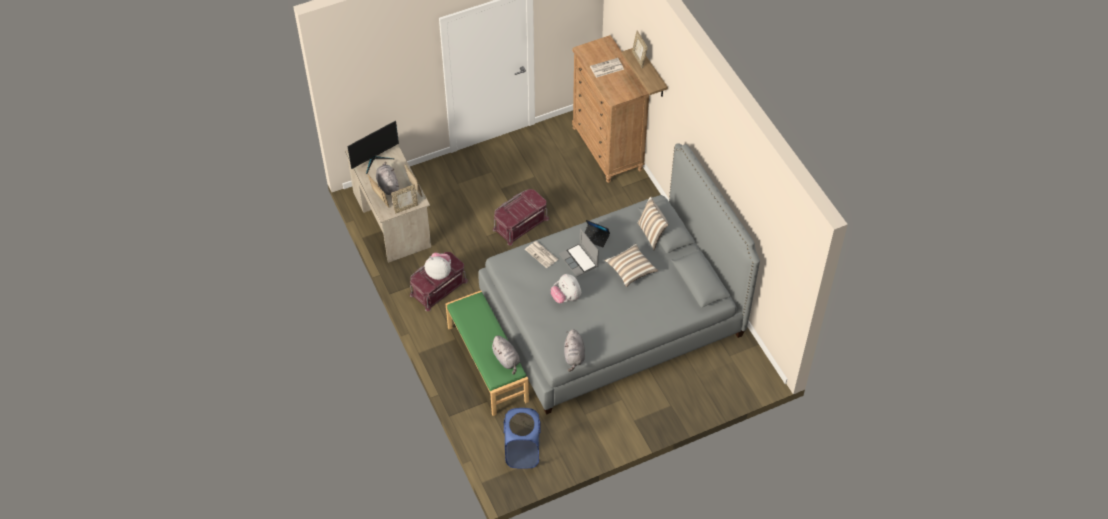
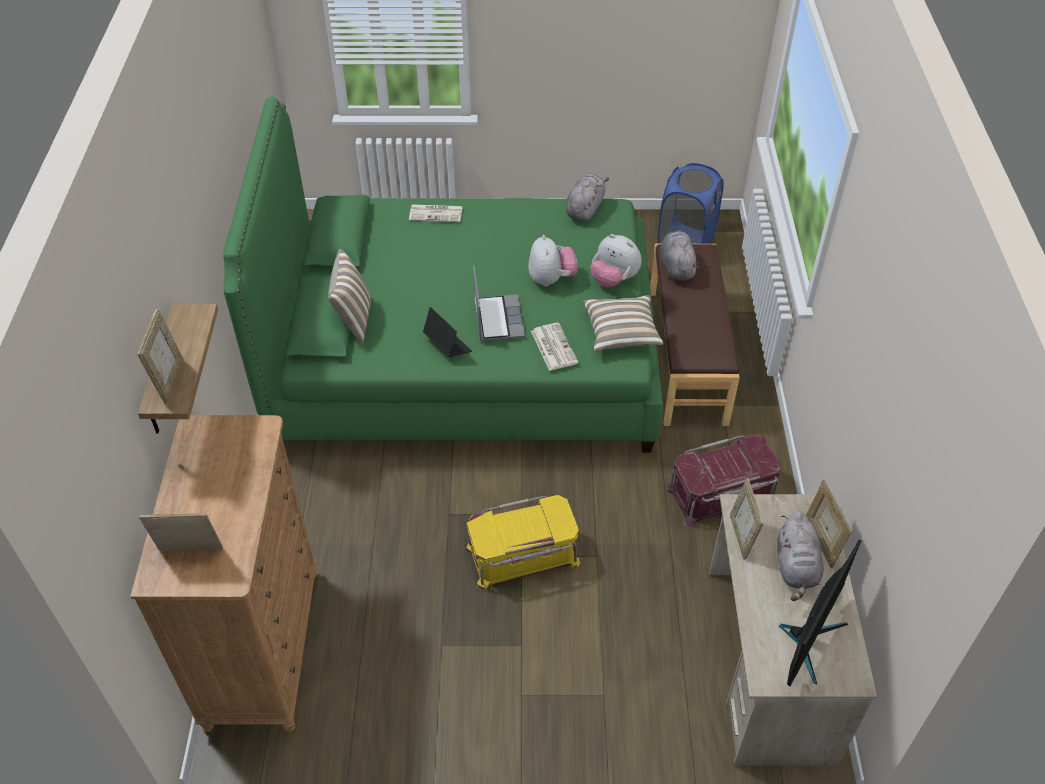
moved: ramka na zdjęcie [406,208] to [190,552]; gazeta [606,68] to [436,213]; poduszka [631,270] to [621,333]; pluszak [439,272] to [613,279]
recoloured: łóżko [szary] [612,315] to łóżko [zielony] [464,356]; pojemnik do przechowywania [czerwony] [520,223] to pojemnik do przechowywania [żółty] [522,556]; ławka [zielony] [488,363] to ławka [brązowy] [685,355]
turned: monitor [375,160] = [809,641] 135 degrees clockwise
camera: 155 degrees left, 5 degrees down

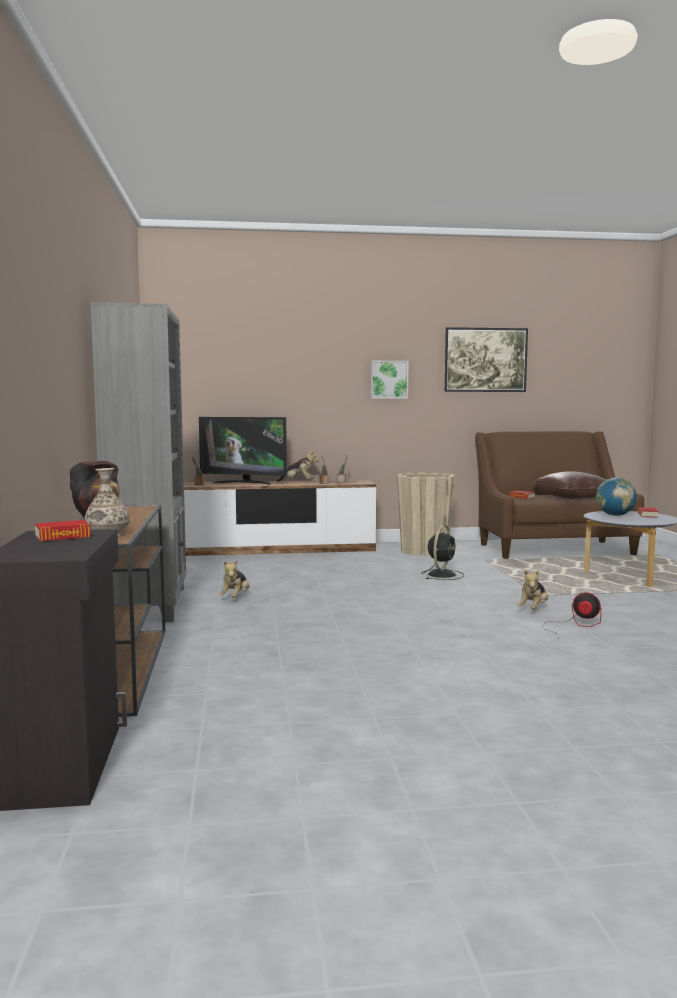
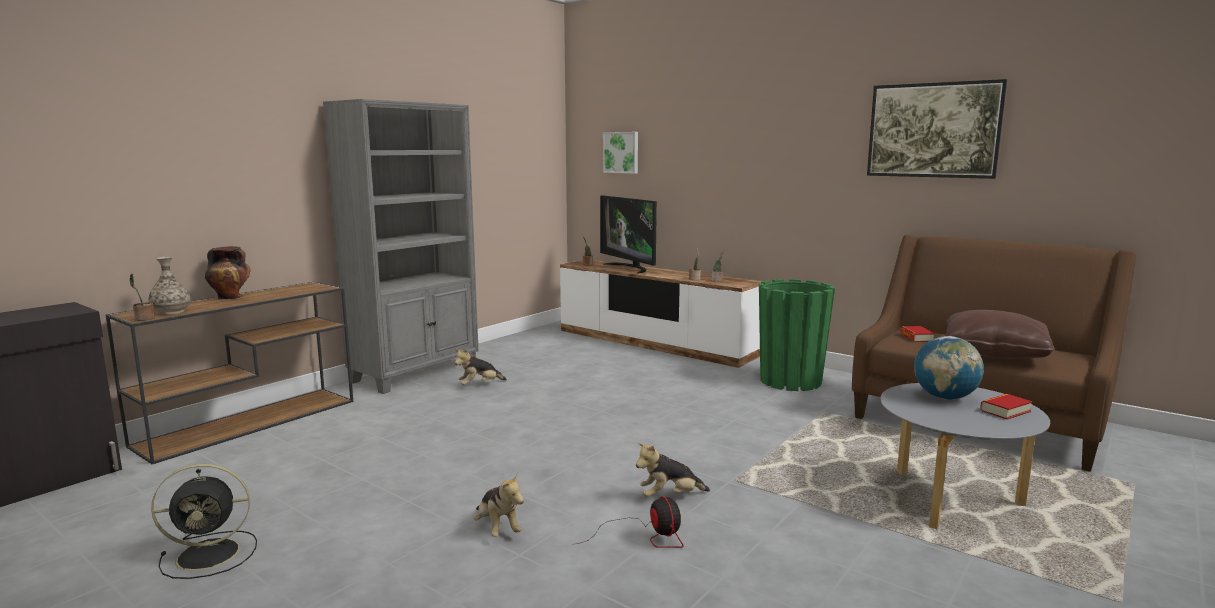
removed: książka [63,536]
added: roślina doniczkowa [144,319]
moved: wentylator [czarny] [442,575] to [211,554]; pluszak [298,482] to [497,528]; obraz [389,379] to [621,152]
recoloured: donica [beżowy] [424,551] to donica [zielony] [790,381]
camera: 45 degrees right, 5 degrees up

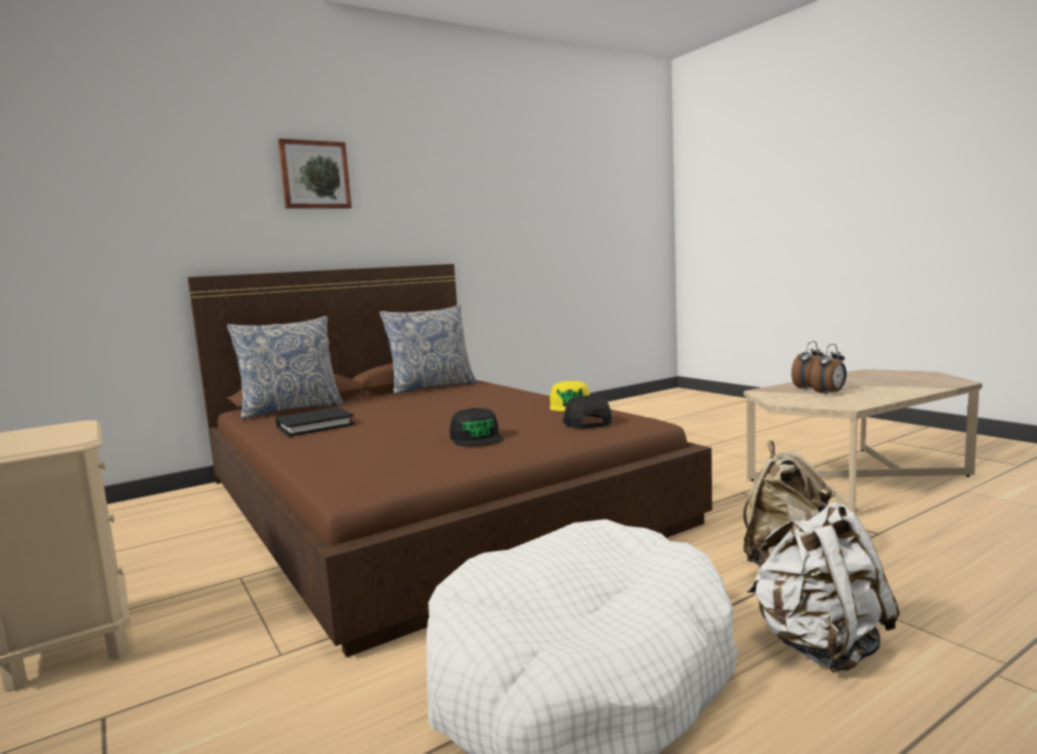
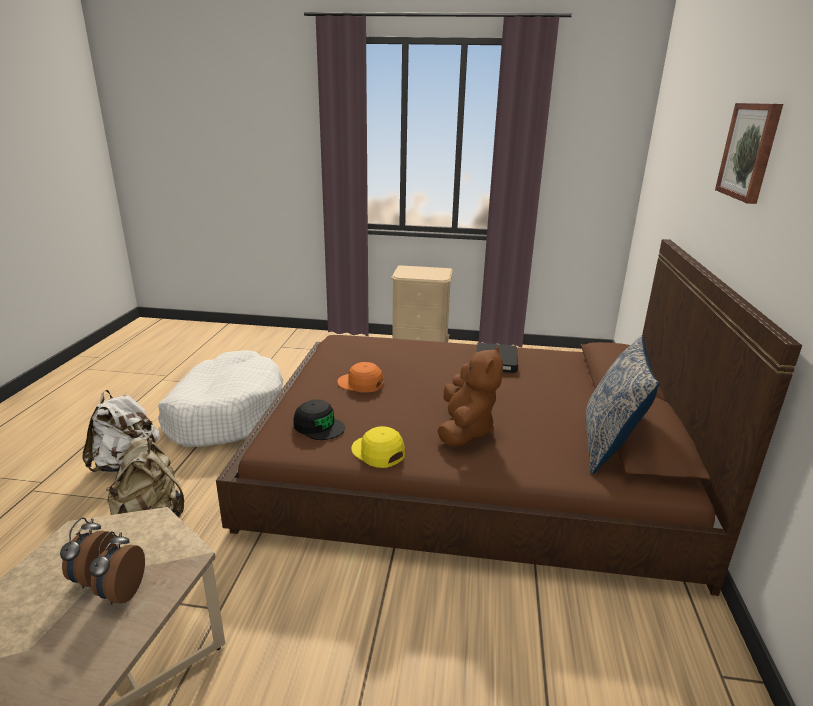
removed: poduszka [291,409]
added: pluszak [brązowy] [465,430]
recoloured: czapka z daszkiem [czarny] [477,438] to czapka z daszkiem [pomarańczowy] [361,383]
camera: 130 degrees right, 15 degrees up

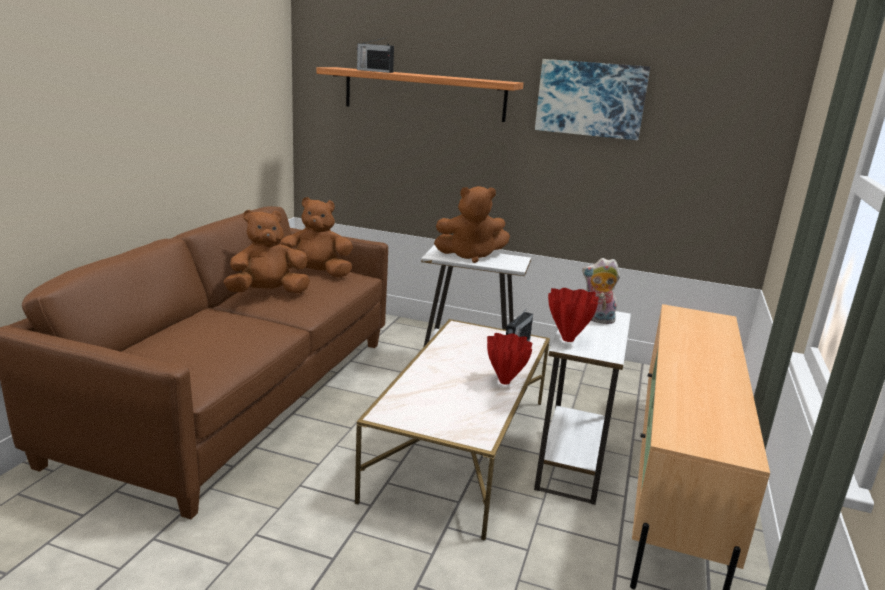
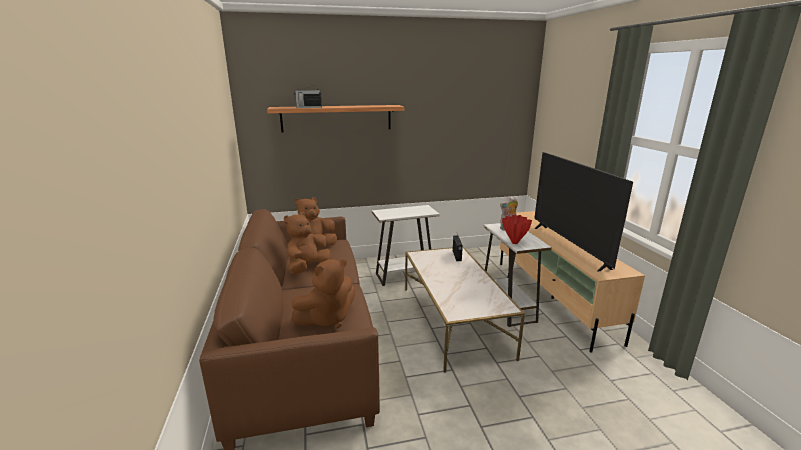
removed: wazon [czerwony] [505,381]; obraz [590,99]
added: telewizor [569,246]
moved: pluszak [brązowy] [470,256] to [327,319]
camera: 30 degrees left, 0 degrees up

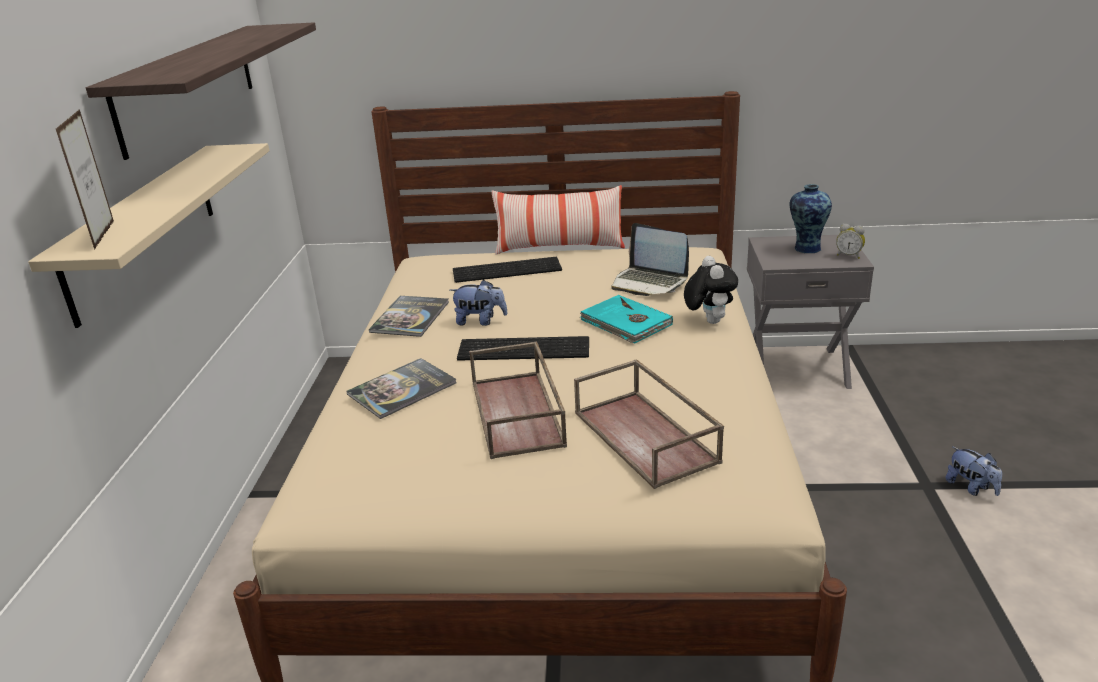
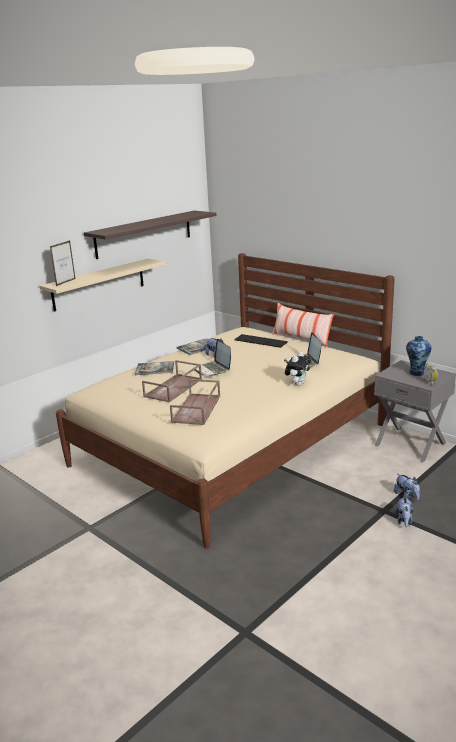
removed: książka [turkusowy] [625,323]
added: pluszak [406,496]
replaced: klawiatura [525,348] to laptop [213,370]
camera: 40 degrees right, 5 degrees down

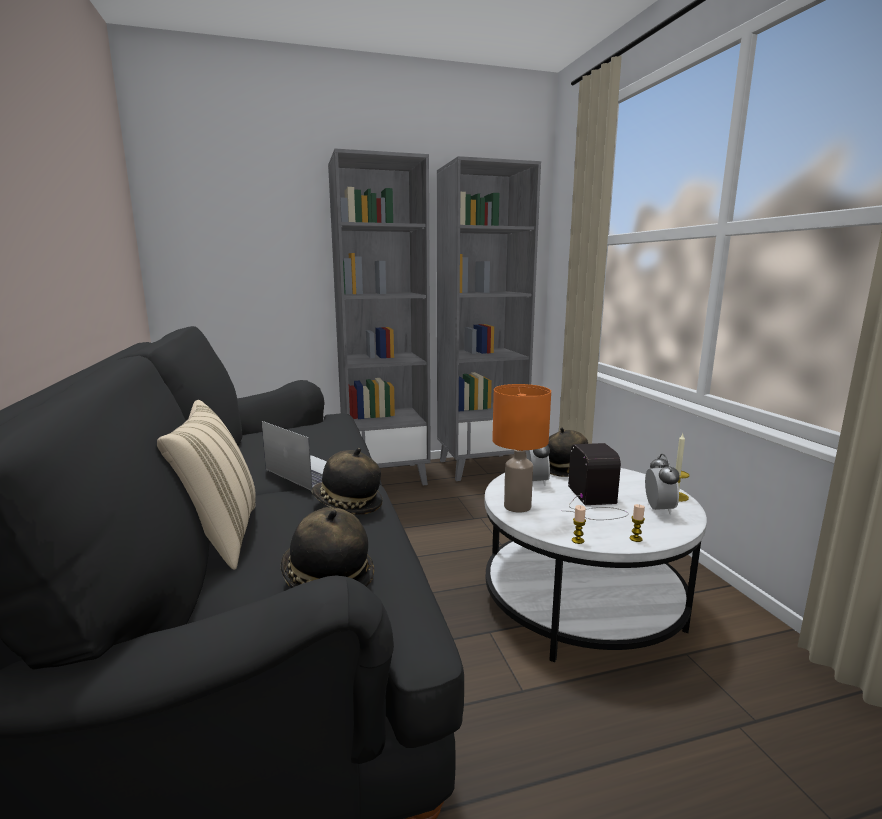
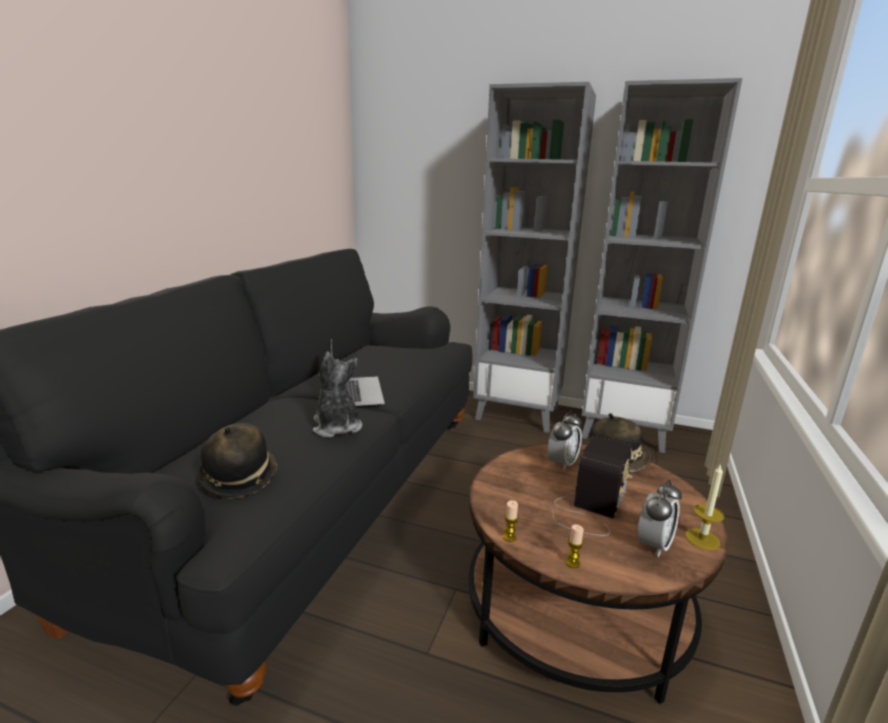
removed: poduszka [beżowy] [218,537]; lampa stołowa [pomarańczowy] [516,506]
replaced: kapelusz [347,505] to pluszak [337,427]
recoloured: ława [biały] [581,600] to ława [brązowy] [575,606]
camera: 35 degrees right, 5 degrees up

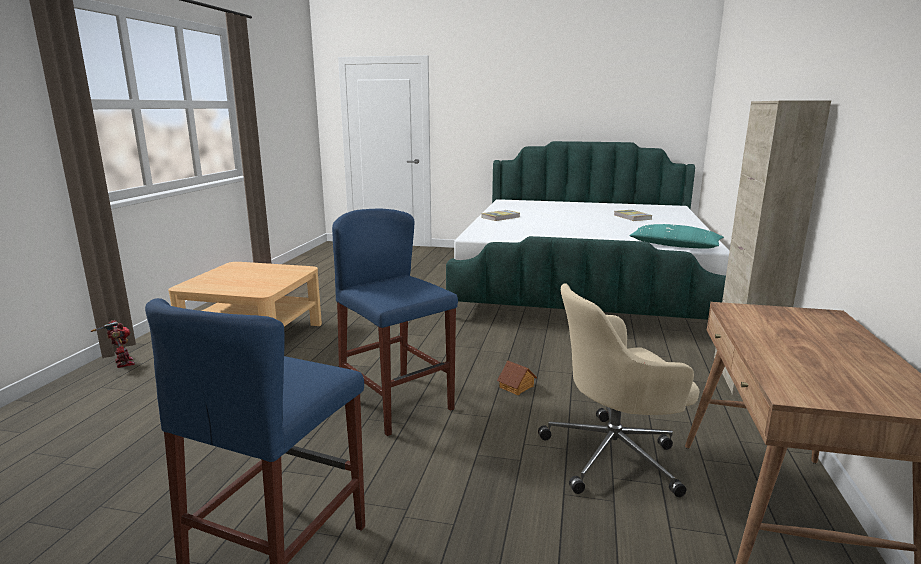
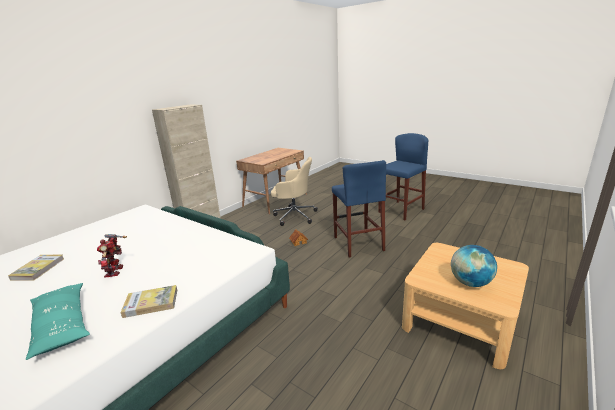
added: globus [470,283]
moved: poduszka [turkusowy] [674,246] to [62,325]; robot zabawkowy [122,363] to [116,271]
camera: 155 degrees left, 5 degrees up

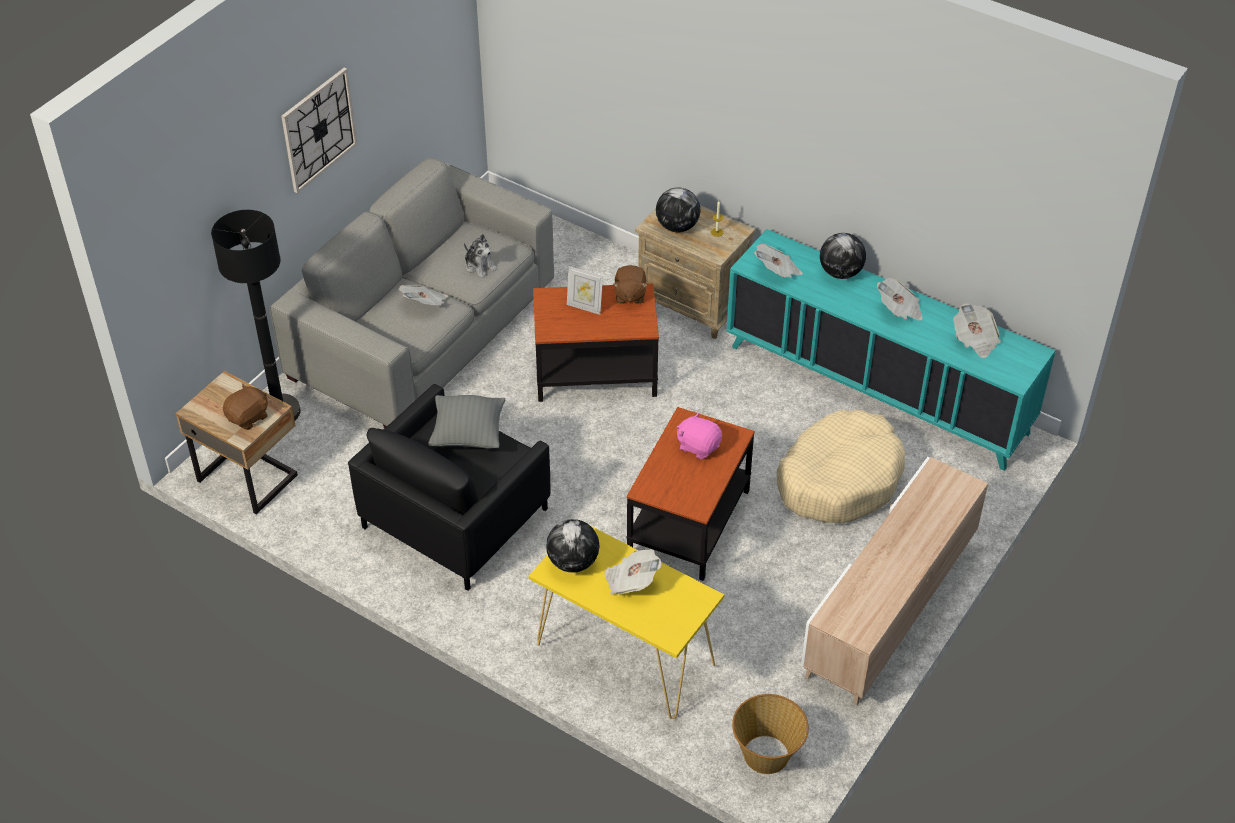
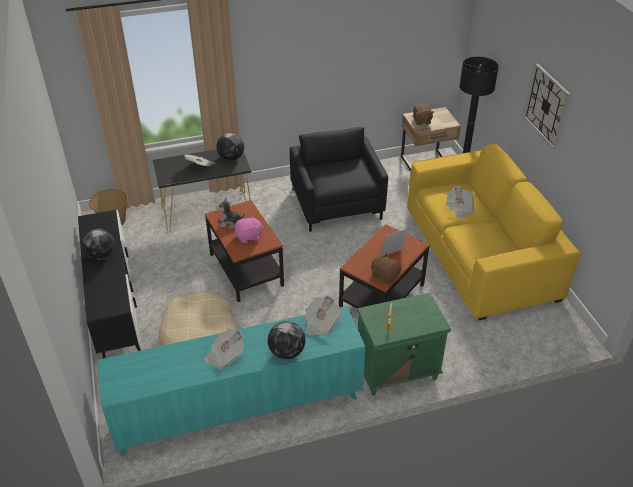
removed: poduszka [szary] [468,435]; gazeta [975,340]
moved: globus [677,226] to [101,255]; pluszak [480,266] to [230,223]
recoloured: szafka pod telewizor [beżowy] [888,609] to szafka pod telewizor [czarny] [115,302]; stolik konsolowy [żółty] [624,653] to stolik konsolowy [czarny] [207,212]; szafka nocna [beżowy] [693,305] to szafka nocna [zielony] [396,371]; kanapa [szary] [423,328] to kanapa [żółty] [480,253]
camera: 130 degrees right, 5 degrees down

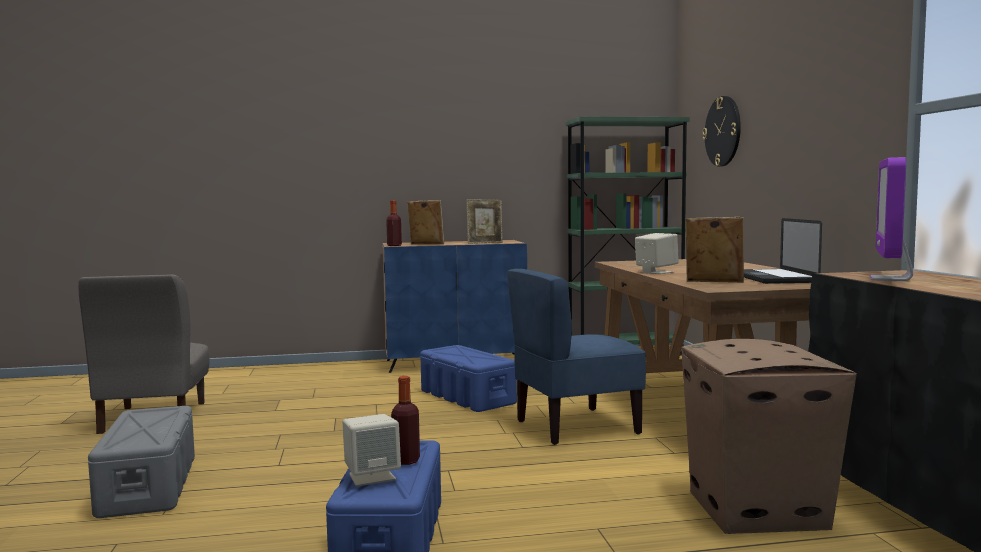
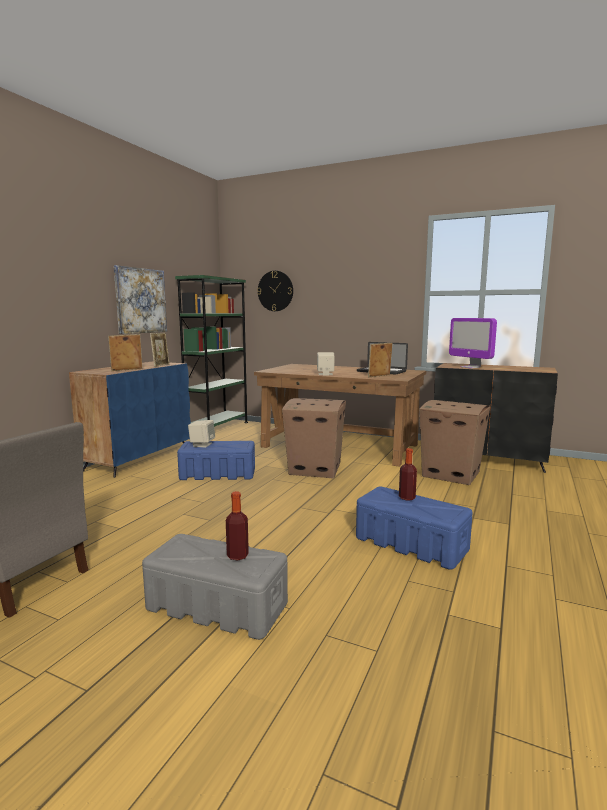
added: obraz [140,300]
moved: głośnik [beżowy] [372,476] to [202,444]; butelka [394,245] to [237,556]
replaced: krzesło [niebieski] [576,427] to karton [314,469]
camera: 55 degrees left, 5 degrees up

